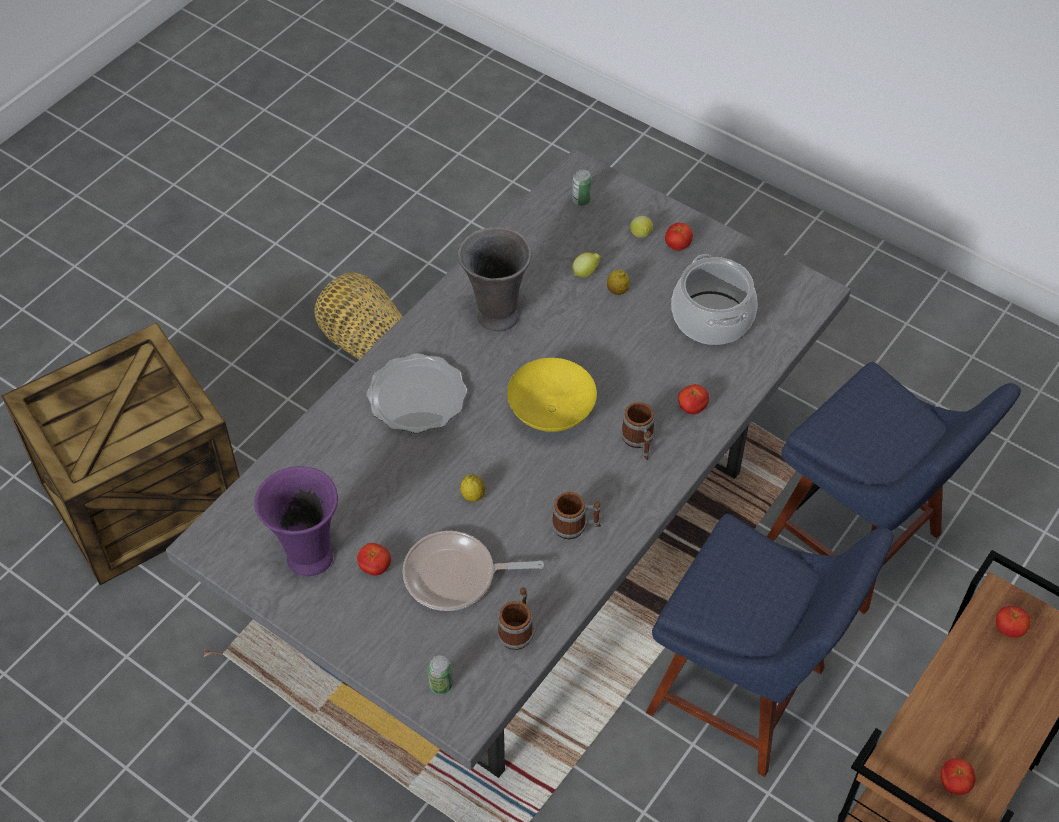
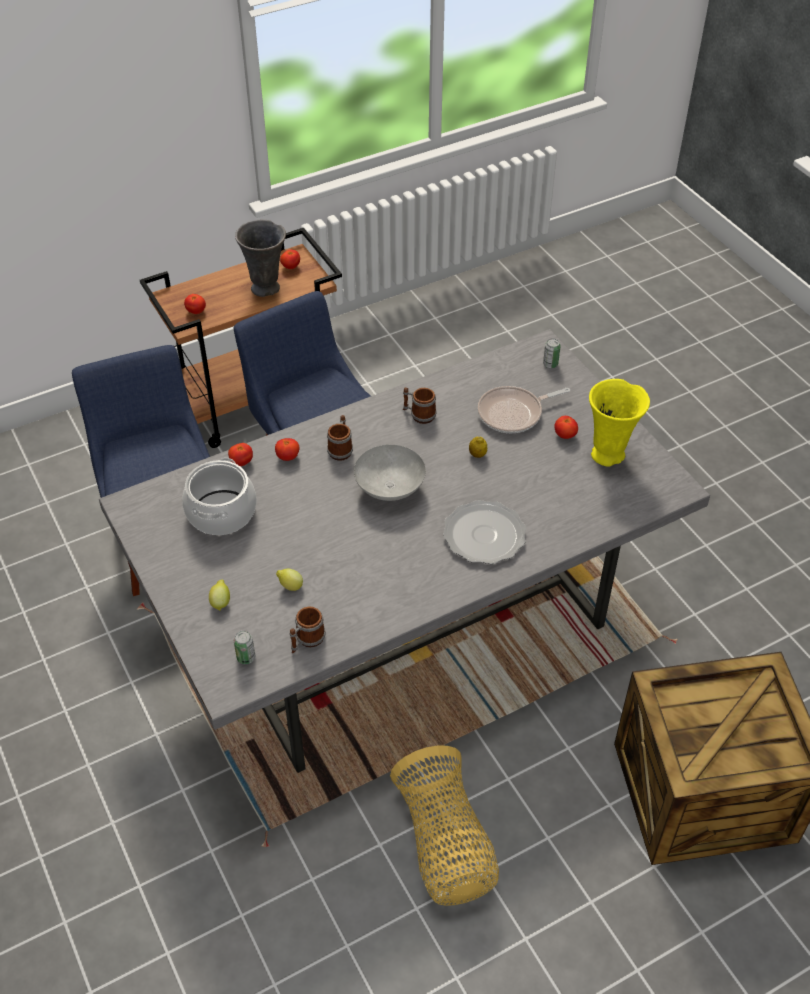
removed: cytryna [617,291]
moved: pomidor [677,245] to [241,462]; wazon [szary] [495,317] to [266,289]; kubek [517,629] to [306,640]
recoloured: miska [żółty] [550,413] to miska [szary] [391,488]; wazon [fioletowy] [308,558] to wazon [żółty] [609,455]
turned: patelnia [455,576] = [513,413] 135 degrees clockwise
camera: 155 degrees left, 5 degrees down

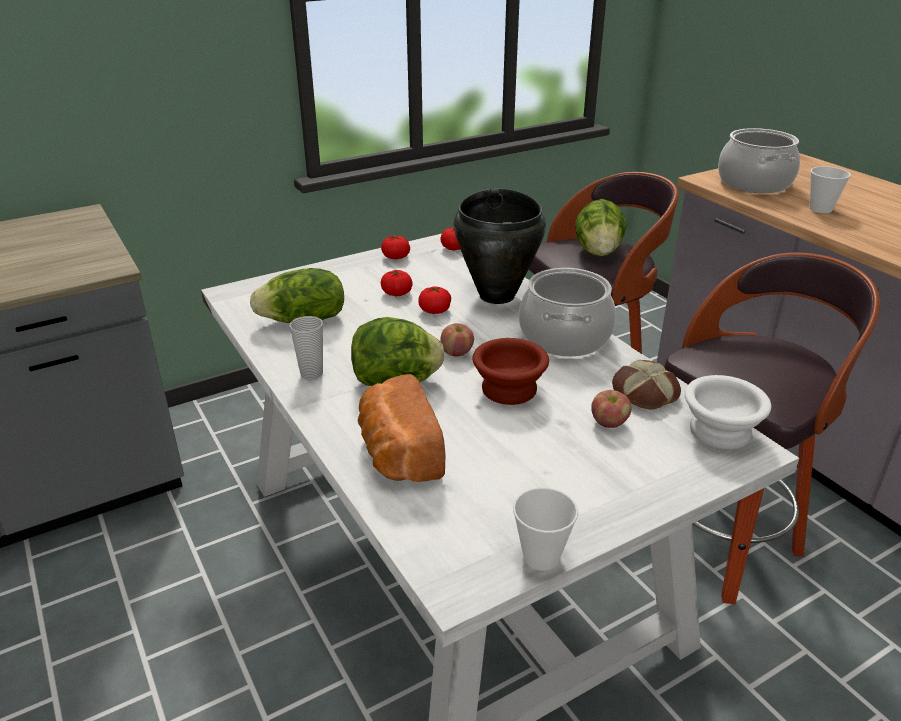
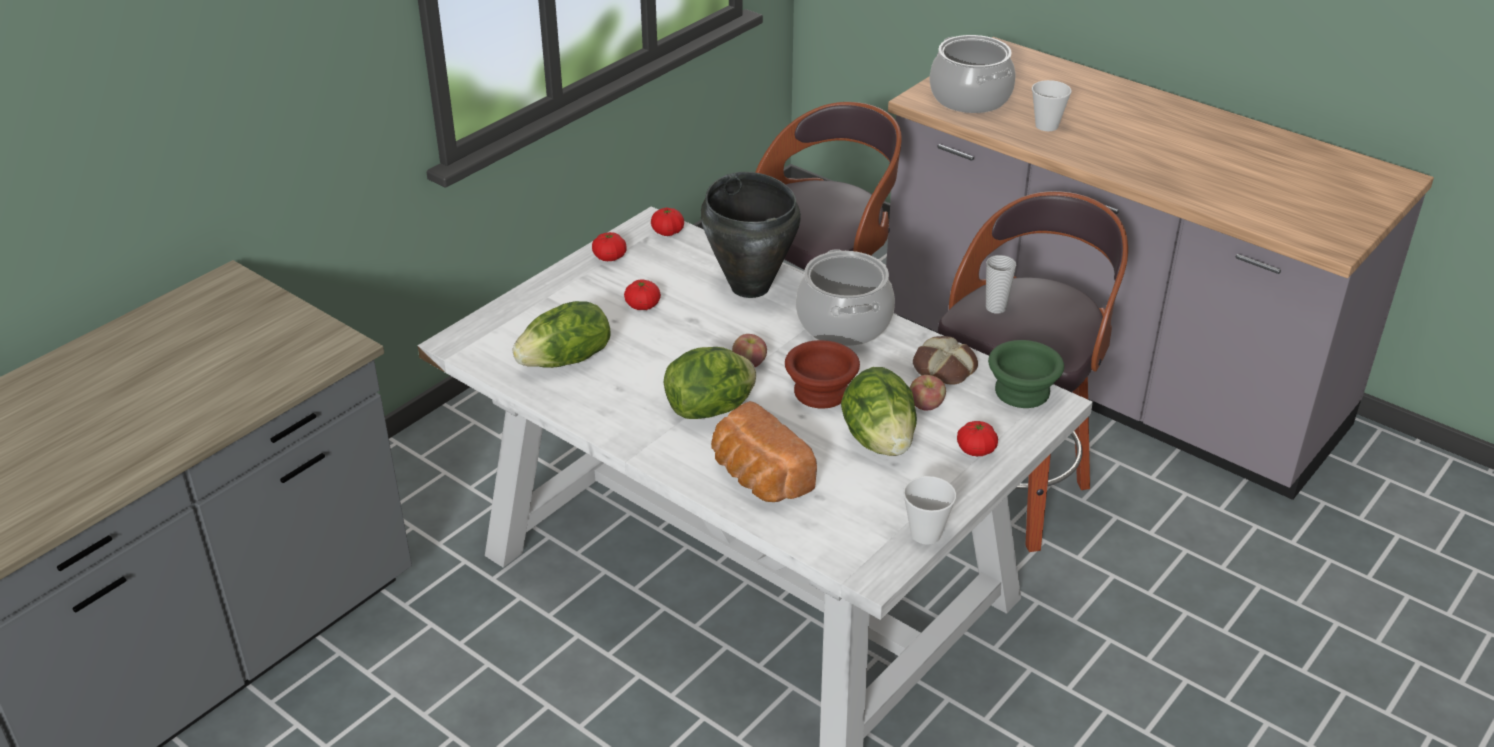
moved: sałata [598,252] to [879,440]; pomidor [435,311] to [976,450]; filiżanka [311,373] to [995,308]
recoloured: miska [biały] [717,430] to miska [zielony] [1019,391]
camera: 20 degrees left, 5 degrees up

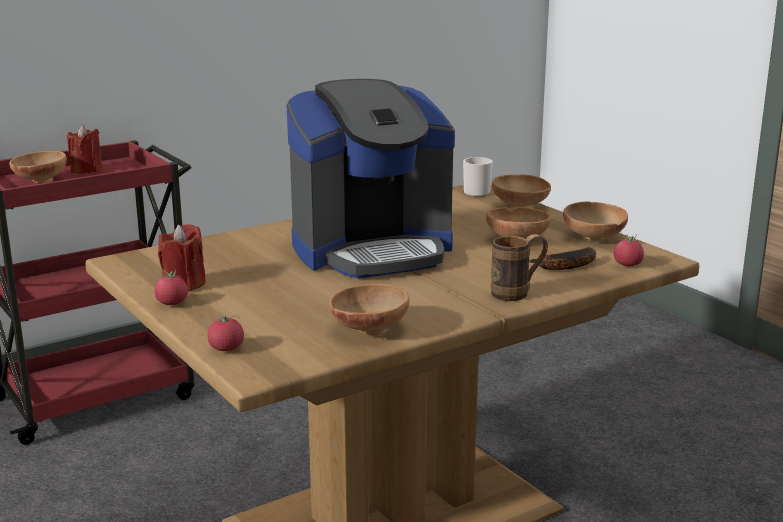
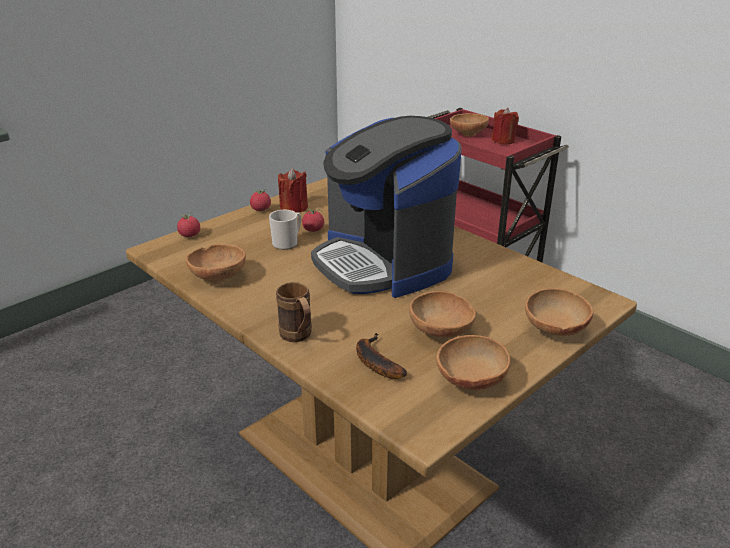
moved: kubek [475,192] to [287,243]; pomidor [627,265] to [313,230]
camera: 80 degrees right, 10 degrees up

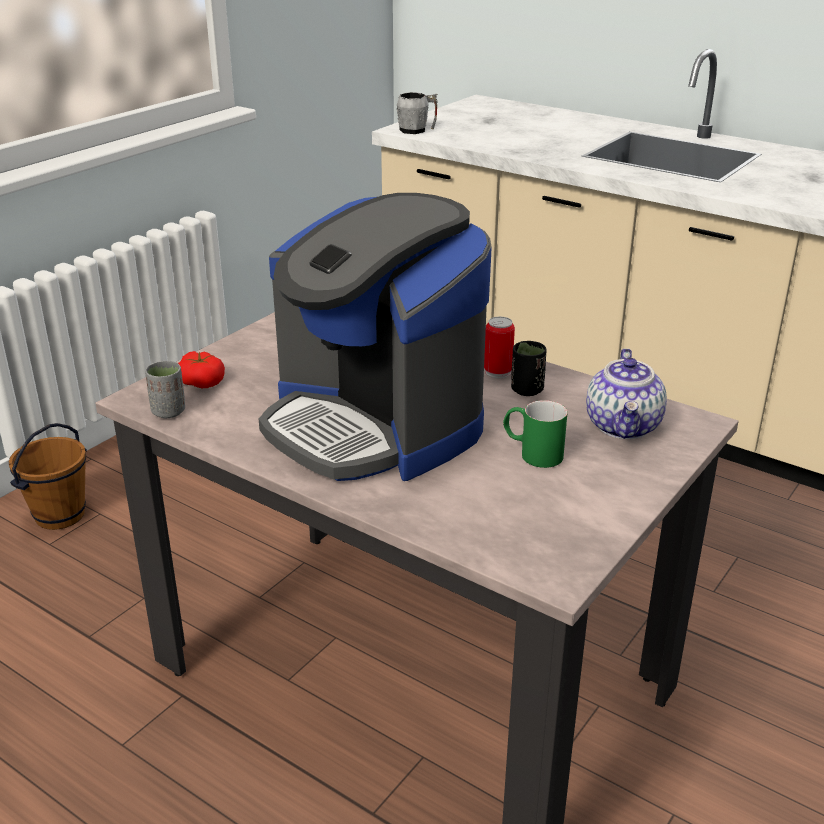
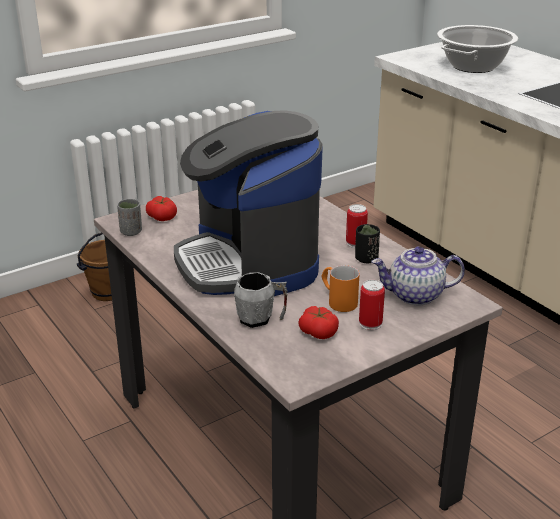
added: pomidor [318,332]; puszka [370,323]; garnek [473,66]
moved: kubek [szary] [417,130] to [261,318]
recoloured: kubek [zielony] [532,453] to kubek [pomarańczowy] [338,300]
turned: imbryk [624,426] = [415,295] 60 degrees clockwise
camera: 20 degrees right, 0 degrees up

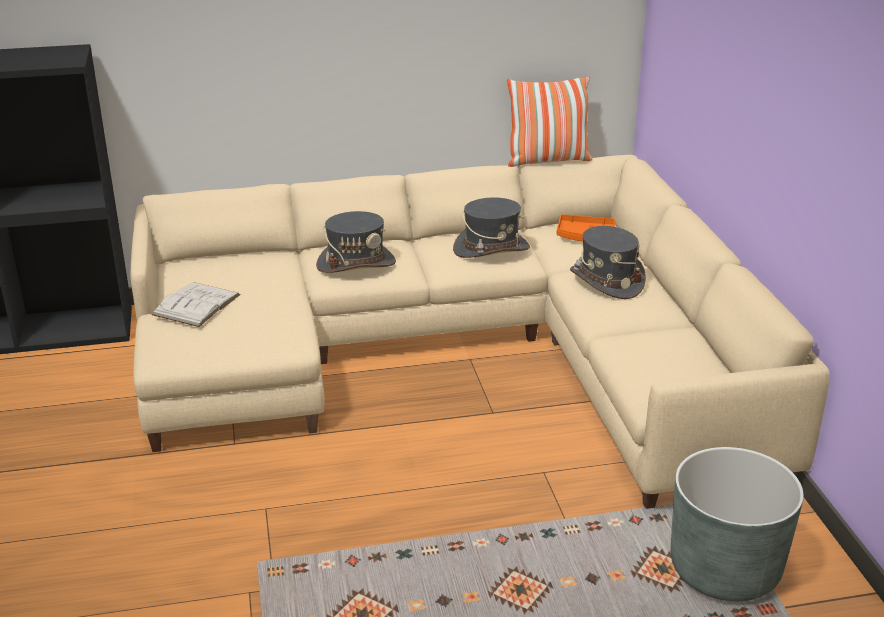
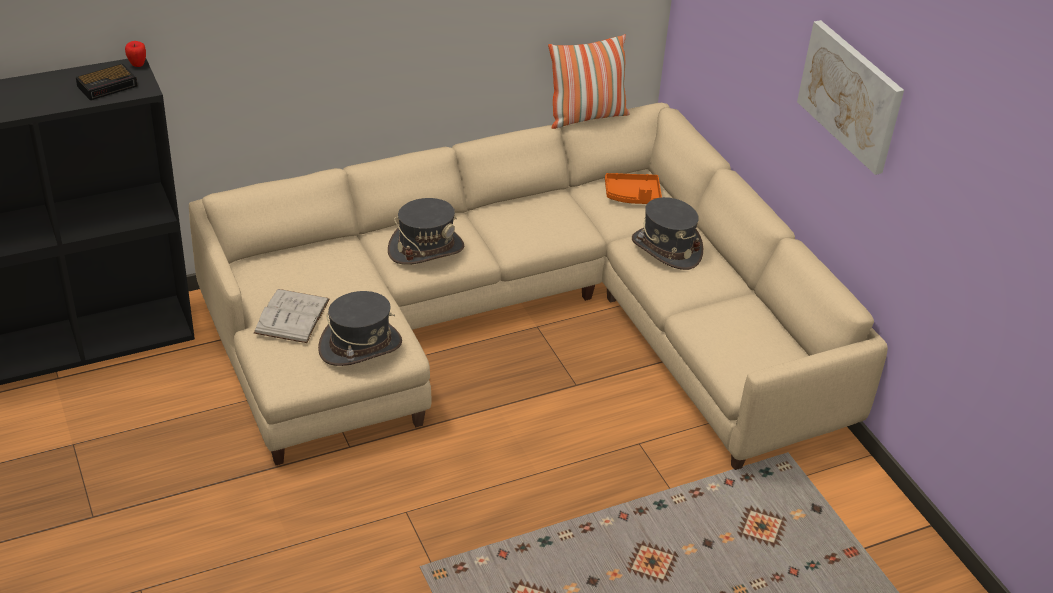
removed: donica [szary] [724,569]
added: budzik [108,86]; jabłko [137,65]; obraz [851,95]
moved: kapelusz [szary] [491,249] to [360,346]
camera: 15 degrees left, 10 degrees up

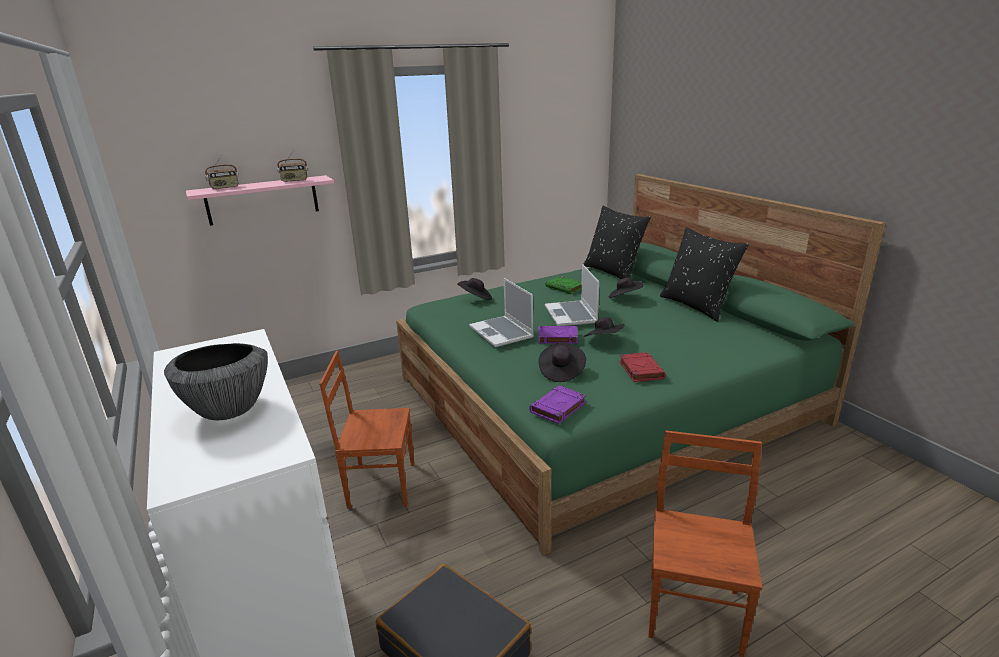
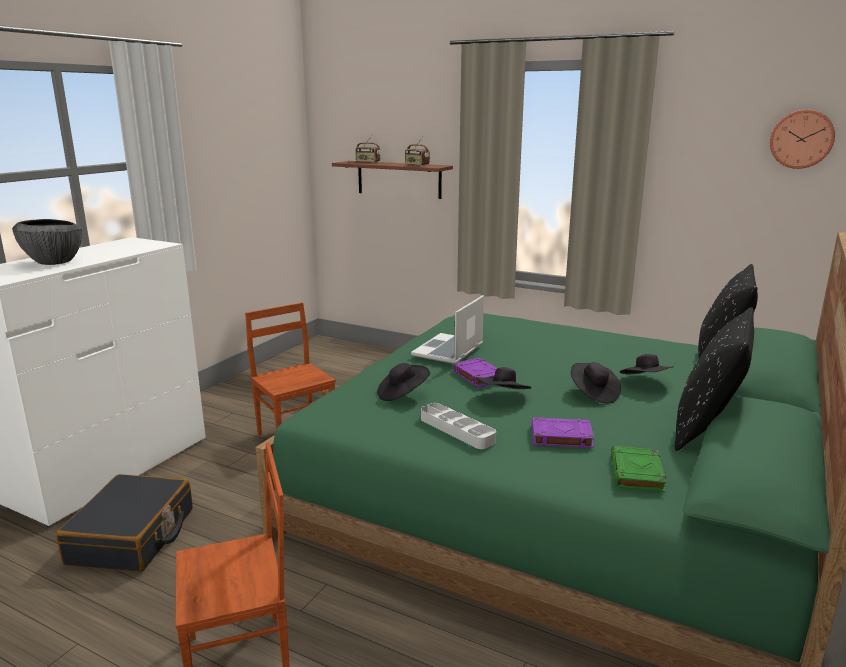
removed: laptop [571,315]
added: zegar ścienny [801,139]
moved: książka [fioletowy] [558,408] to [560,437]; kapelusz [czarny] [476,298] to [593,394]; książka [zielony] [565,288] to [637,474]
replaced: książka [czerwony] [640,370] to taca [szary] [457,430]
recoloured: półka [różowy] [262,200] to półka [brązowy] [399,179]
camera: 55 degrees right, 5 degrees down

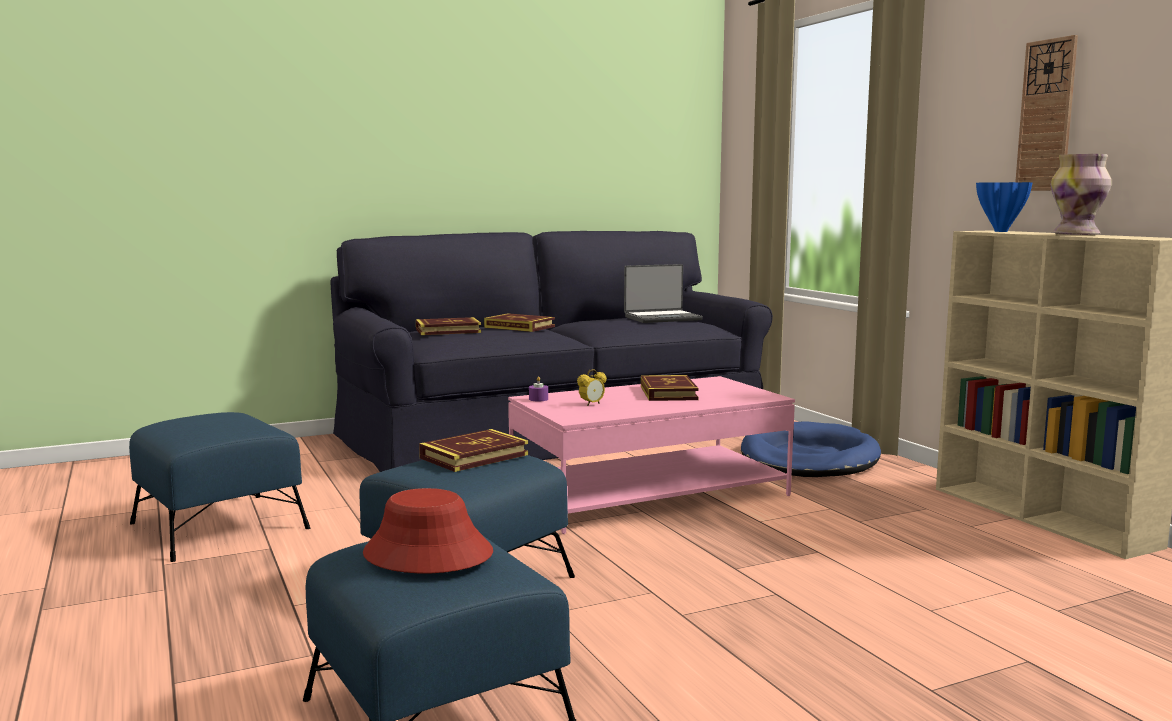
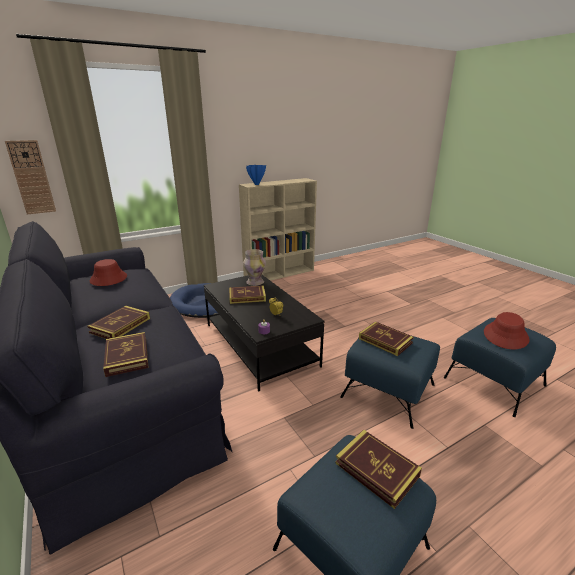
added: książka [377,469]
moved: zegar ścienny [1046,116] to [31,177]; wazon [1076,234] to [254,282]
replaced: laptop [662,318] to kapelusz [czerwony] [108,279]
recoloured: ława [różowy] [649,494] to ława [czarny] [259,344]
camera: 95 degrees left, 15 degrees up

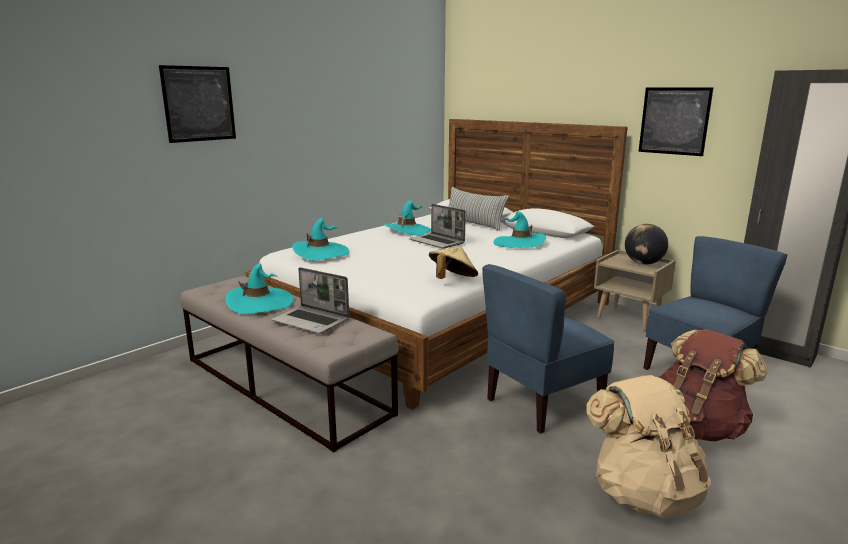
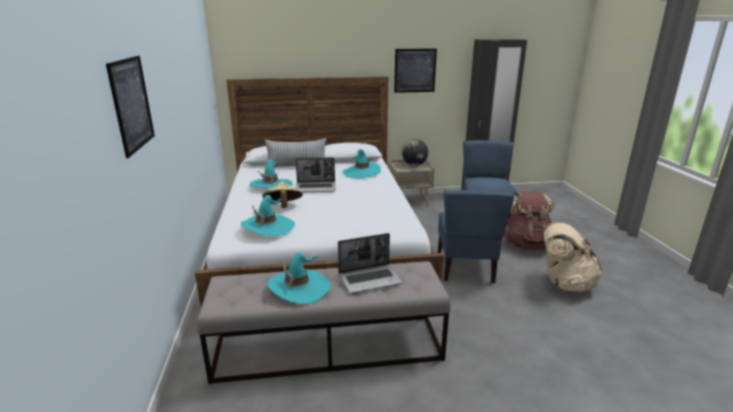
moved: kapelusz [beżowy] [452,280] to [283,207]
camera: 50 degrees left, 5 degrees up

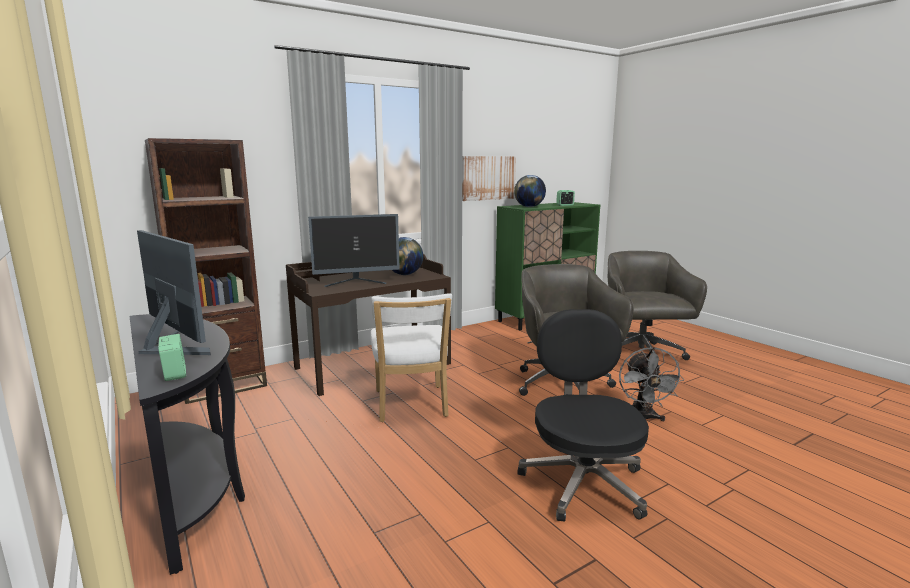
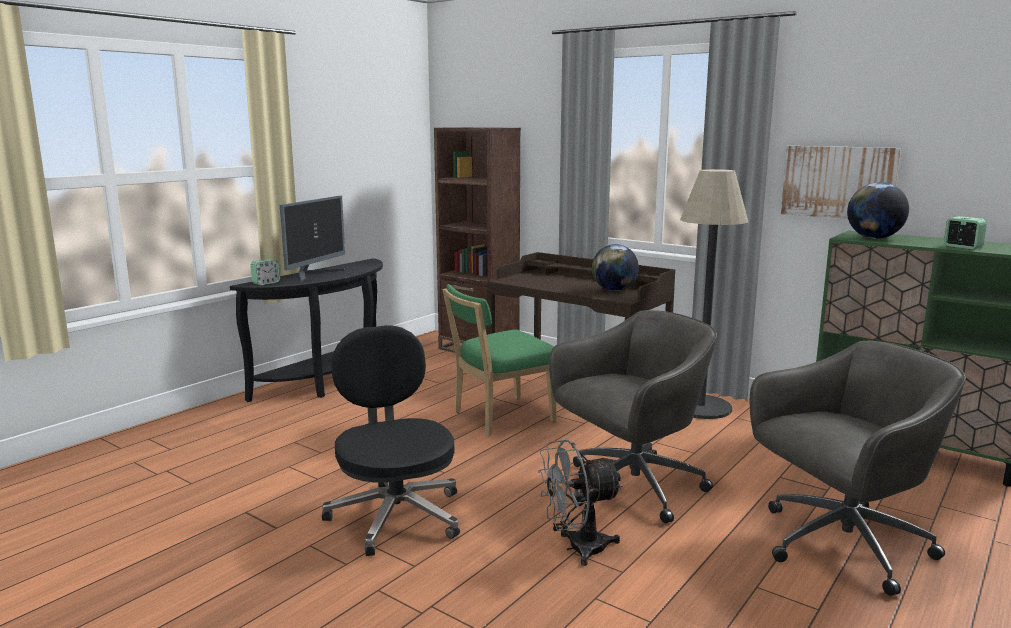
removed: monitor [357,282]
added: lampa stojąca [700,407]
recoloured: krzesło [biały] [411,405] to krzesło [zielony] [499,418]
turned: krzesło biurowe [czarny] [583,482] = [395,515] 90 degrees counterclockwise
camera: 70 degrees right, 0 degrees up

